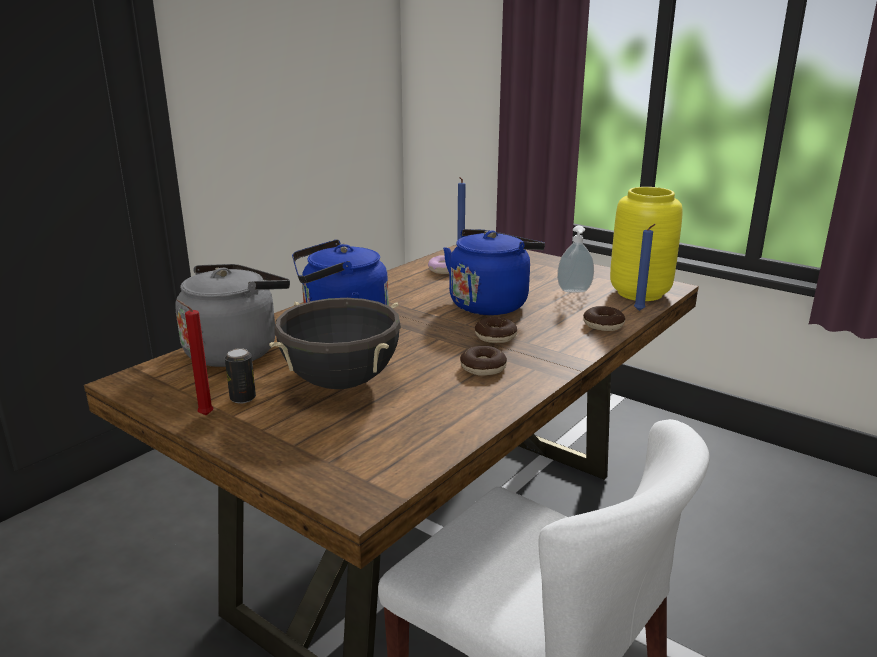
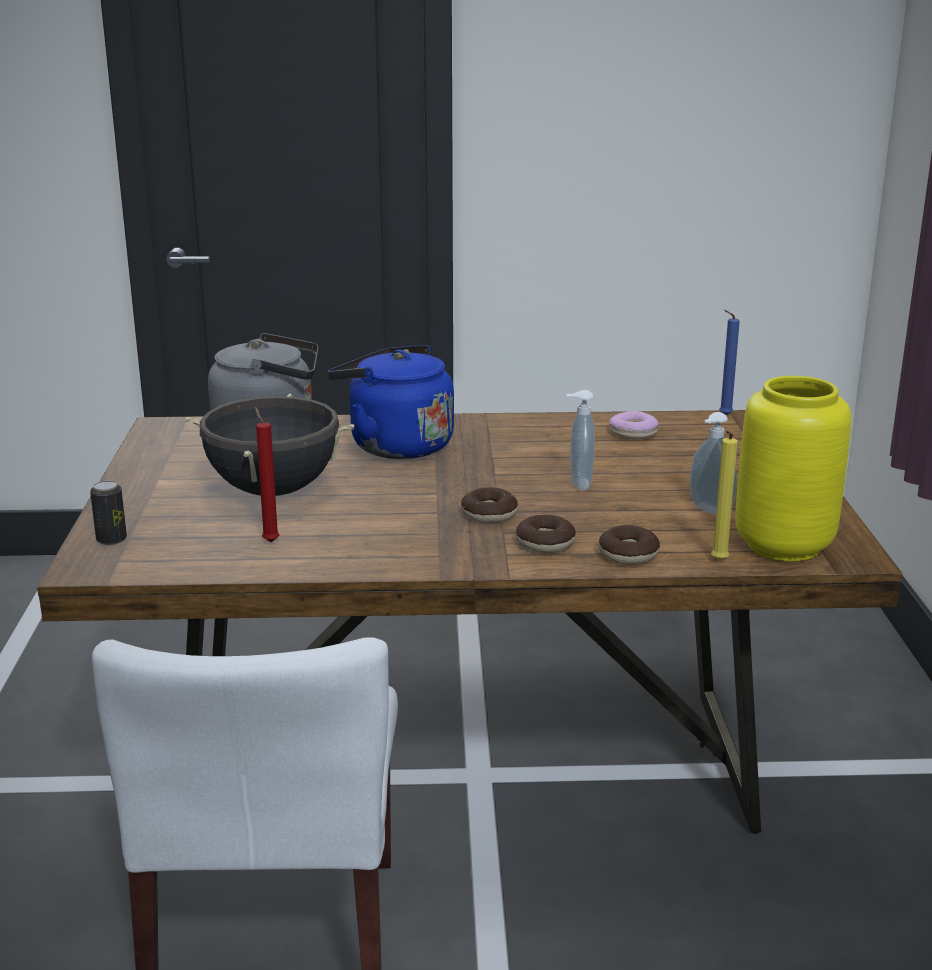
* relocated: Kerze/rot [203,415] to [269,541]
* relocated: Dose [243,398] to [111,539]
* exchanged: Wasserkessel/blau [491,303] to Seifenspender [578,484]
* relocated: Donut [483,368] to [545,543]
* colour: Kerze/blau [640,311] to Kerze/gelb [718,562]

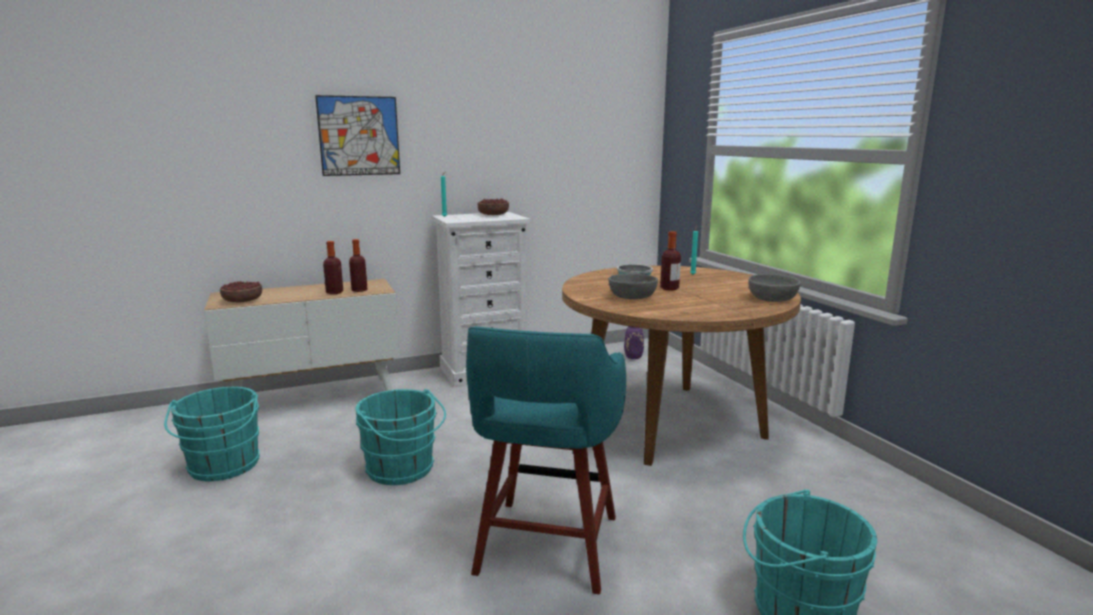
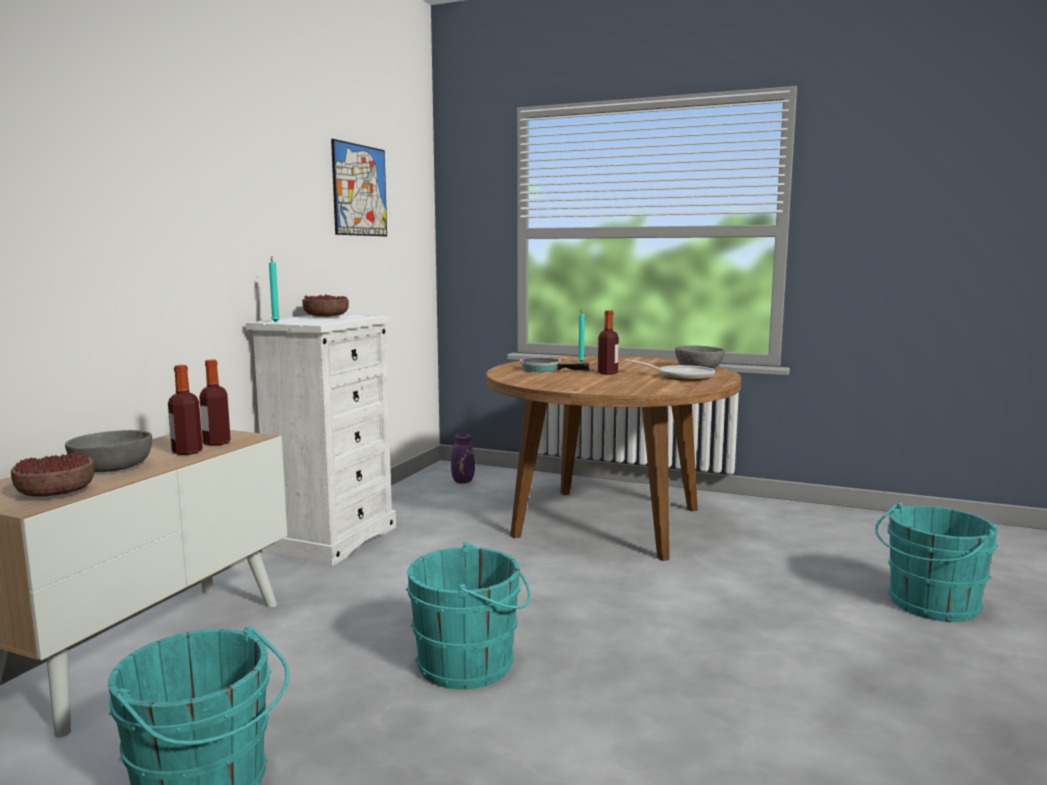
* relocated: Bild [359,136] to [360,190]
* missing: Hocker/türkis [546,547]
* relocated: Schüssel/grau [632,297] to [111,467]
* appeared: Pfanne [681,377]

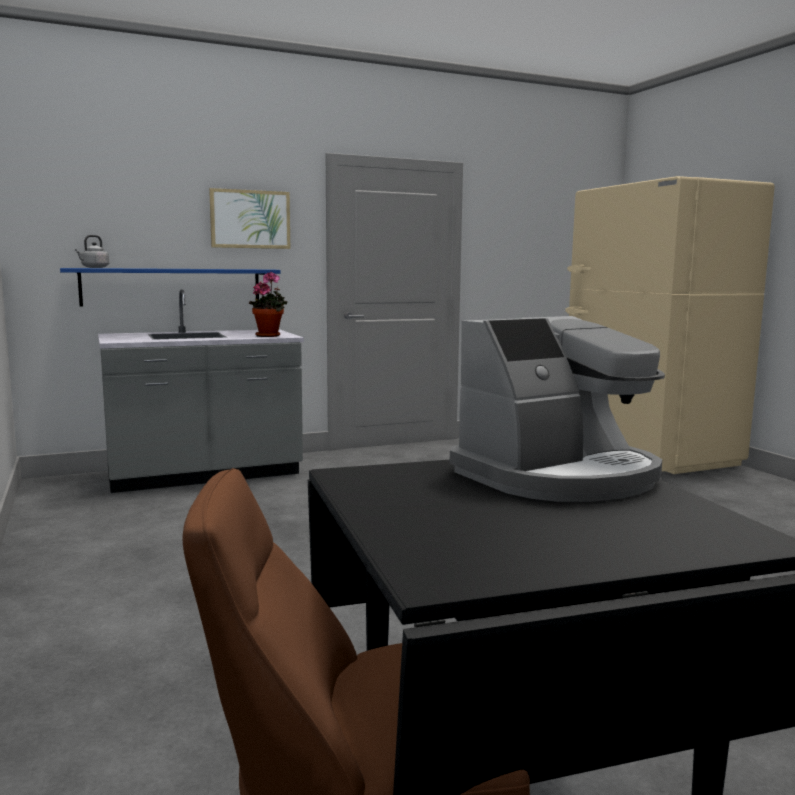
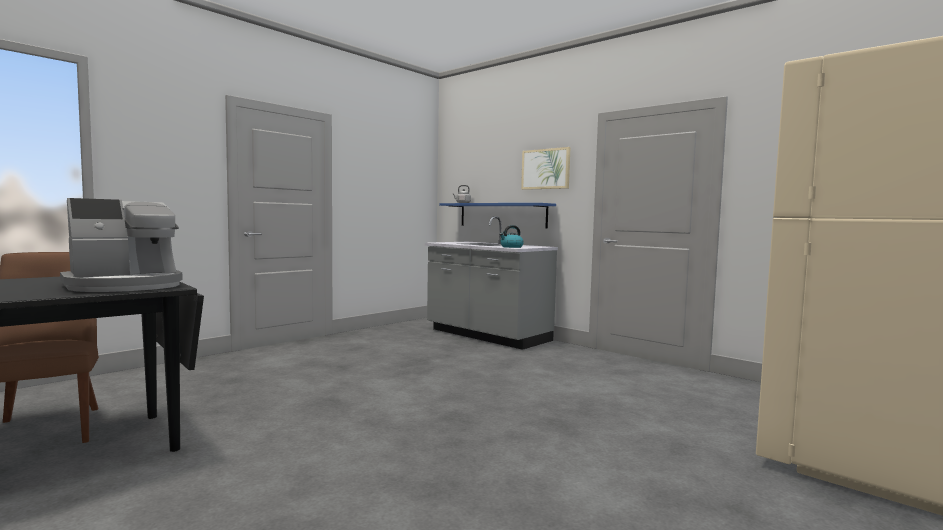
* exchanged: Topfpflanze [270,335] to Wasserkessel [511,247]
* spun: Kaffeemaschine [558,476] = [126,286] 75 degrees counterclockwise

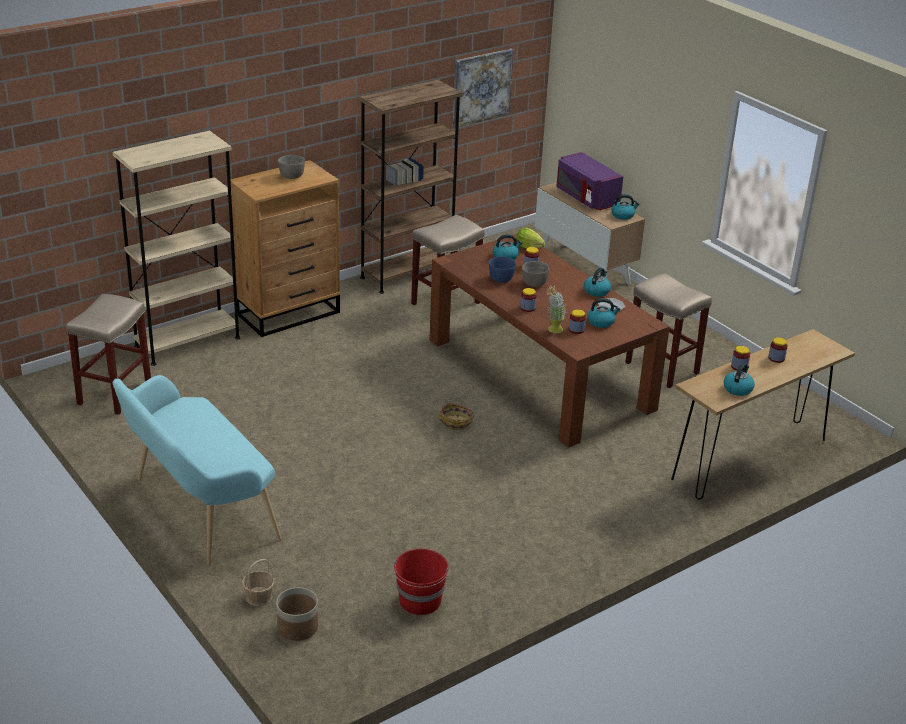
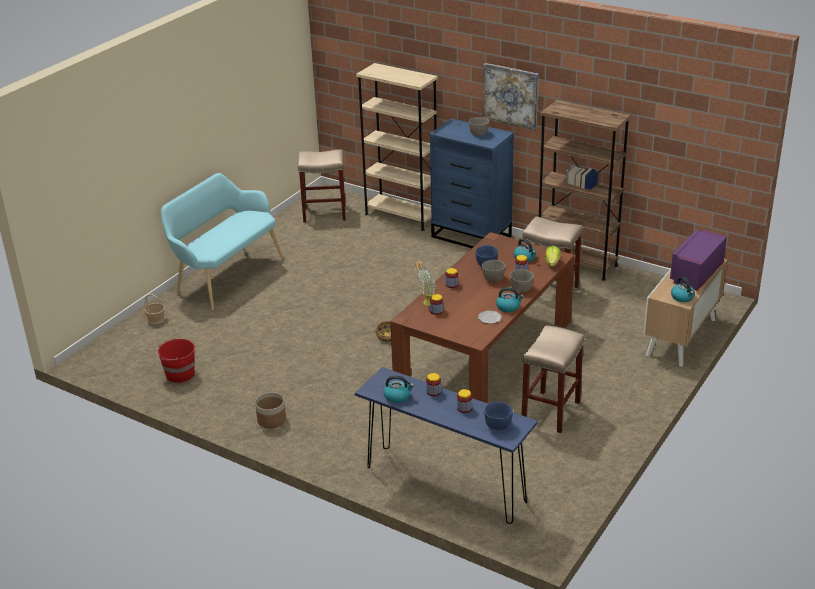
* colour: Kommode/braun [289,313] to Kommode/blau [472,237]
* relocated: Pflanzkübel [297,628] to [271,420]
* relocated: Bild [481,87] to [511,96]
* missing: Wasserkessel [601,322]
* colour: Konsolentisch/braun [750,459] to Konsolentisch/blau [445,485]
* appeared: Schüssel/blau [498,425]
* appeared: Schüssel/grau [521,289]

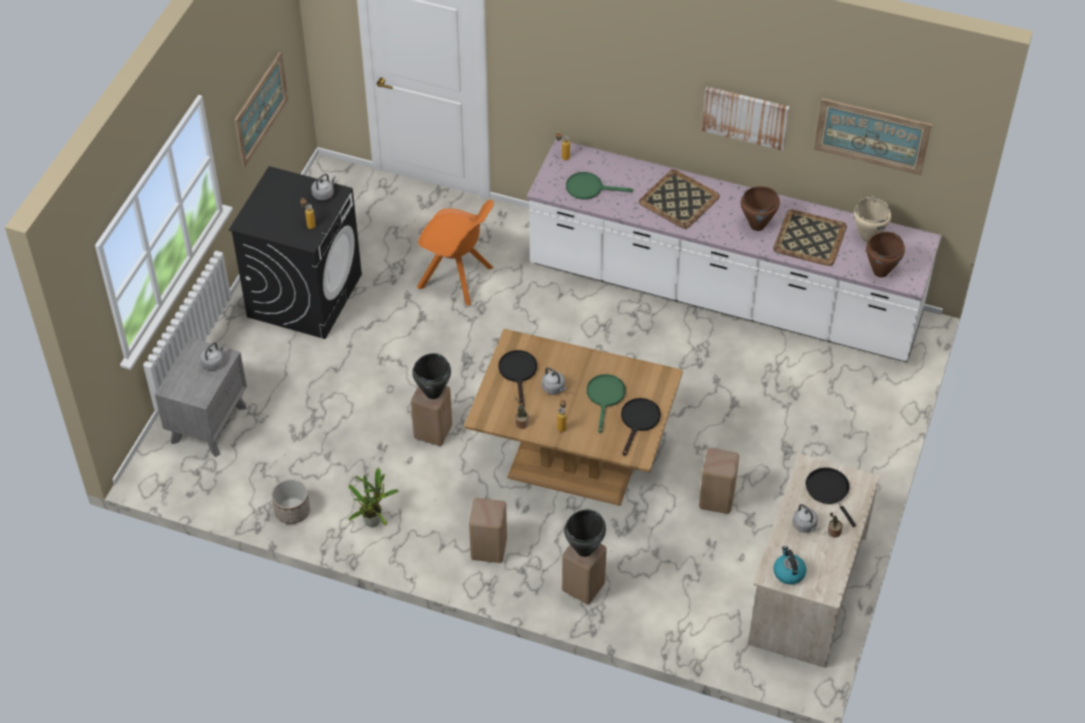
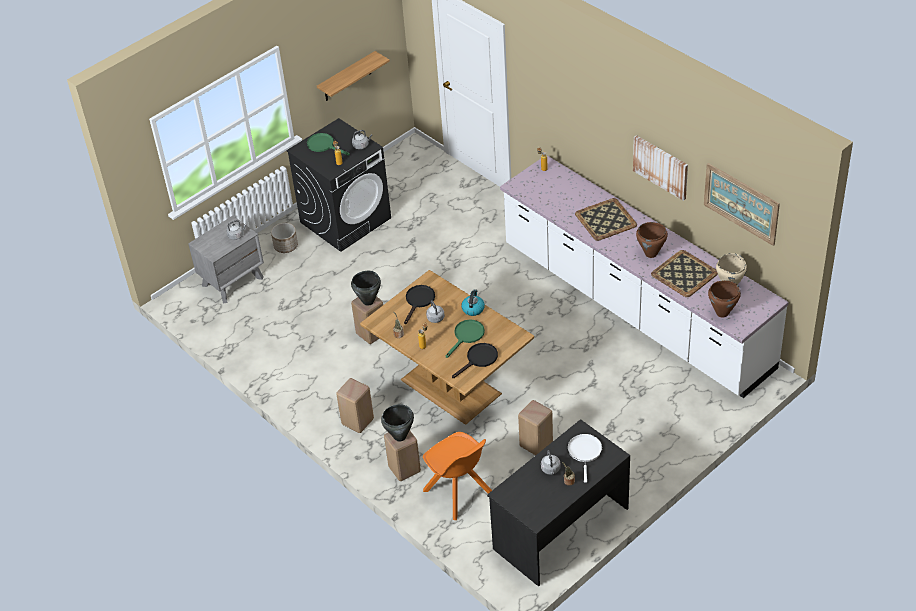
* exchanged: Bild [260,109] to Wandregal [347,77]
* relocated: Pflanzkübel [292,511] to [286,246]
* missing: Topfpflanze [374,520]
* relocated: Stuhl/orange [457,278] to [459,493]
* relocated: Pfanne/grün [589,188] to [324,145]
* colour: Schreibtisch/beige [806,589] to Schreibtisch/schwarz [560,528]
* relocated: Wasserkessel [788,572] to [473,309]
* colour: Pfanne/schwarz [829,491] to Pfanne/weiß [585,452]

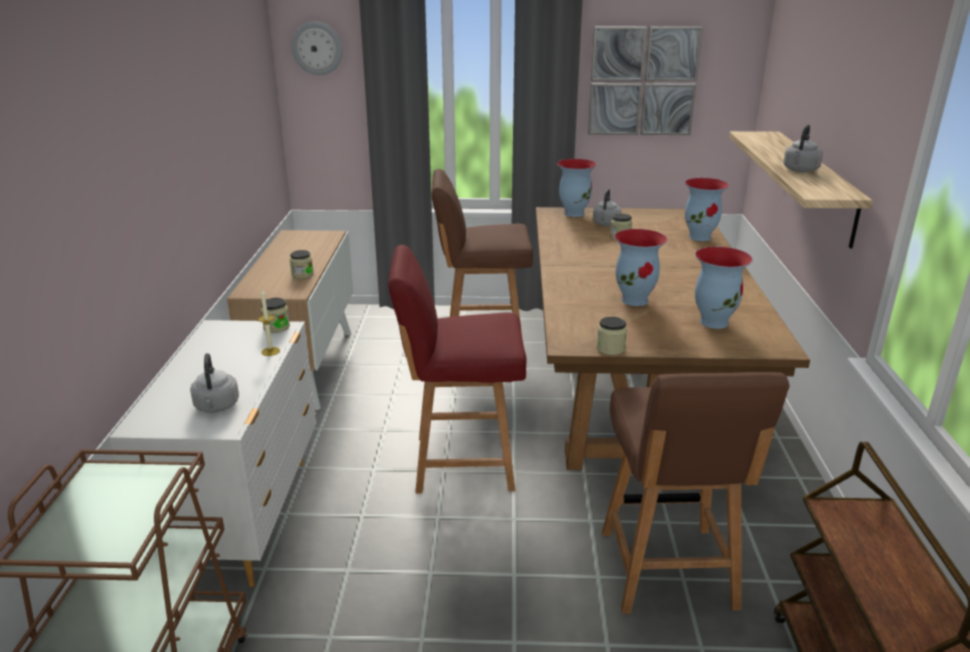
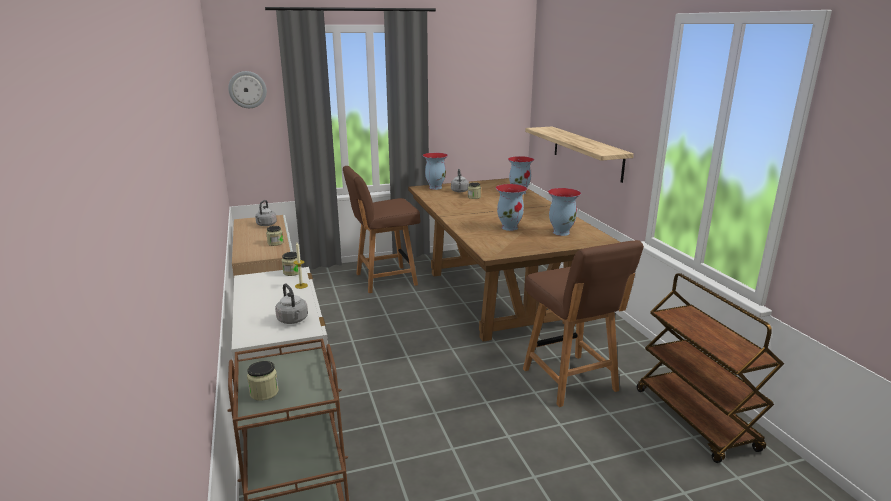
* missing: Stuhl/rot [461,462]
* missing: Bild [643,81]
* relocated: Vorratsglas [610,348] to [264,392]
* relocated: Wasserkessel/grau [800,170] to [266,225]

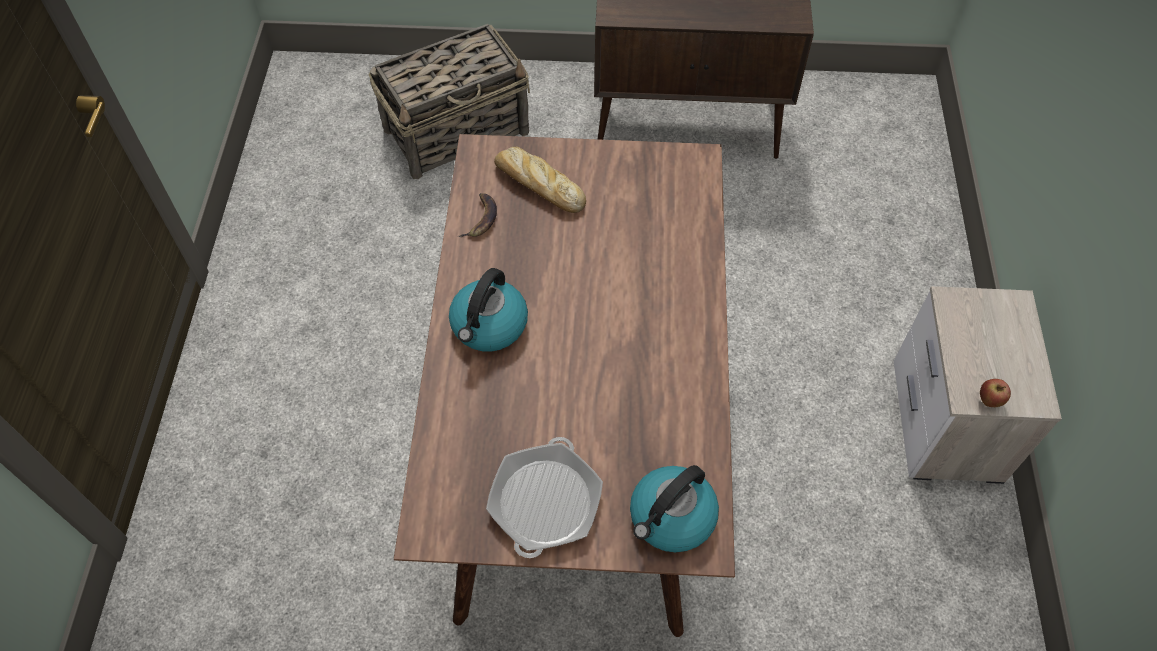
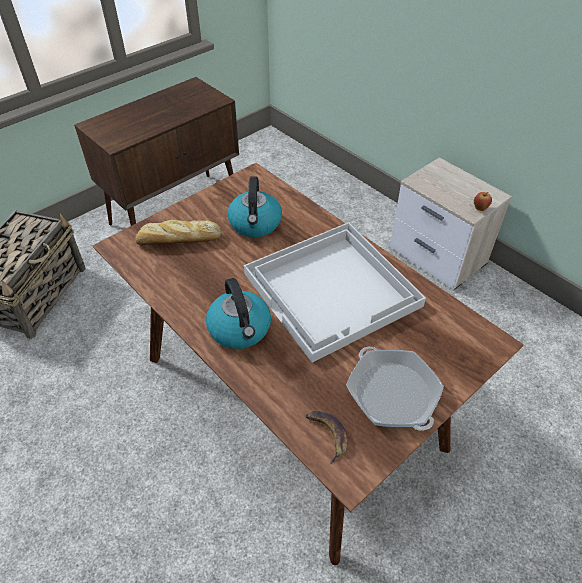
* relocated: Banane [481,218] to [327,434]
* relocated: Wasserkessel [671,518] to [255,224]
* appeared: Tablett/weiß [333,290]

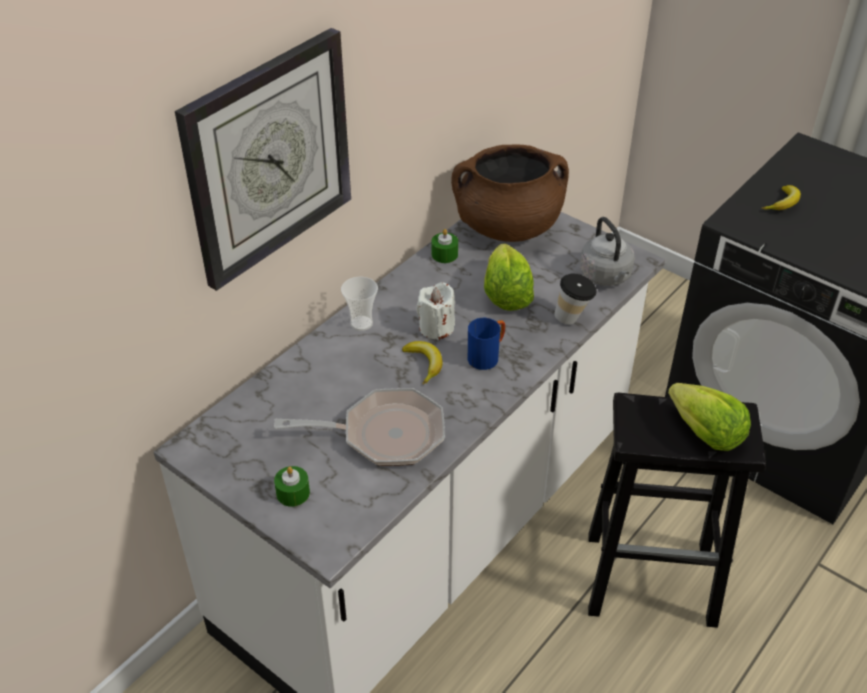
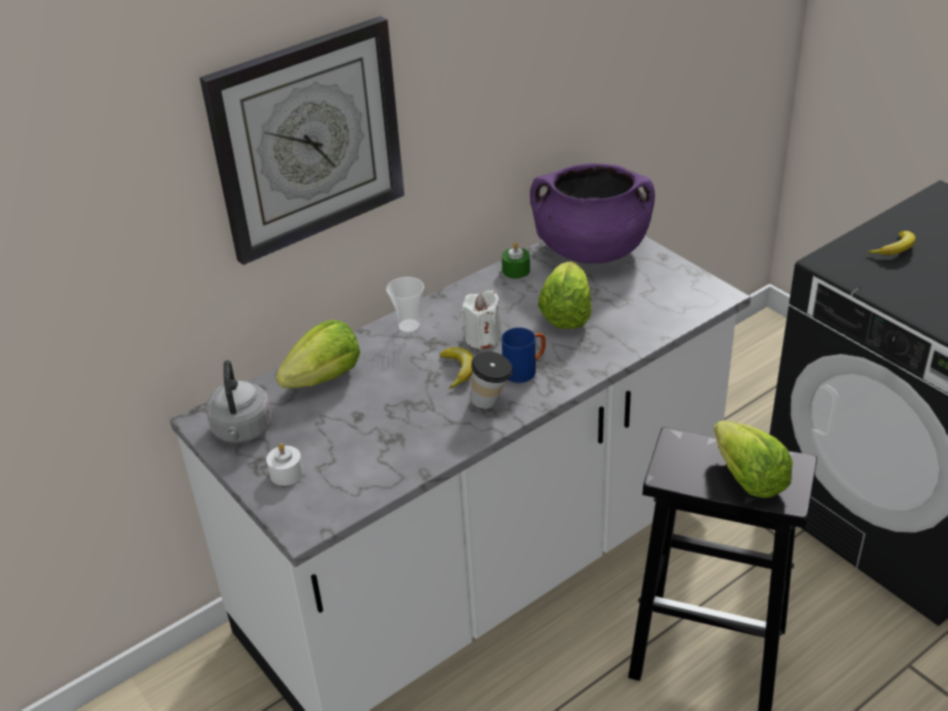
* missing: Pfanne [384,435]
* colour: Kerze/grün [293,493] to Kerze/weiß [286,473]
* colour: Kochtopf/braun [507,227] to Kochtopf/lila [591,250]
* relocated: Tasse [573,318] to [492,402]
* relocated: Wasserkessel/grau [606,277] to [242,431]
* appeared: Salatkopf [324,378]

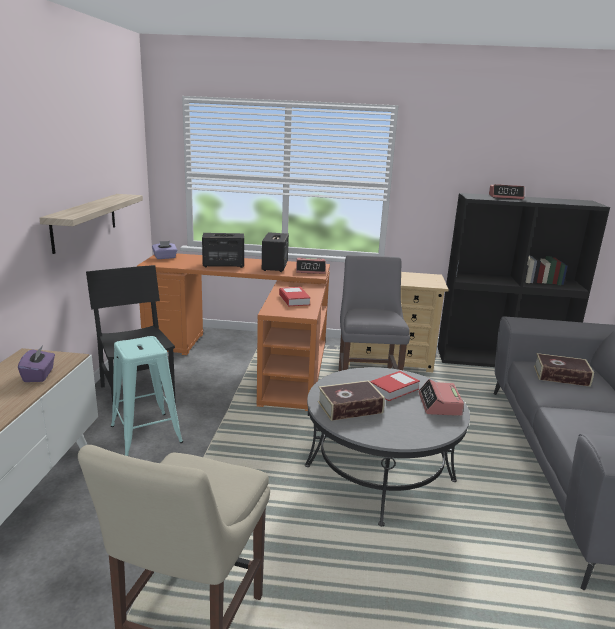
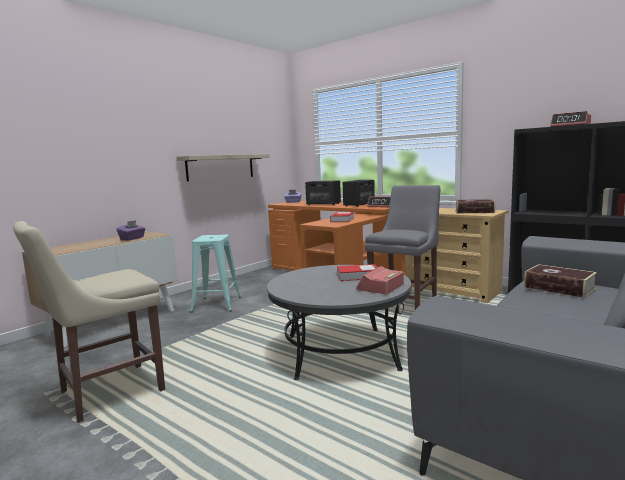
* missing: Stuhl/schwarz [137,394]
* relocated: Buch [350,407] to [474,211]

